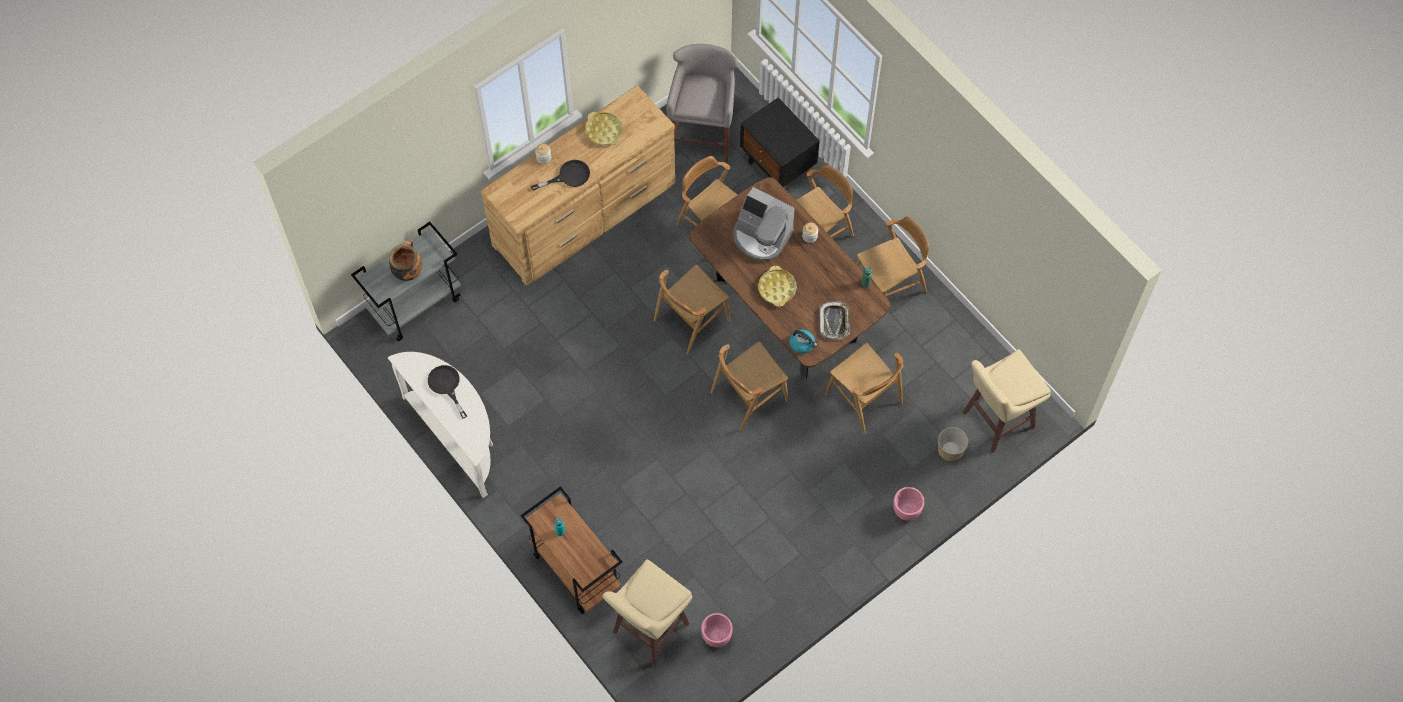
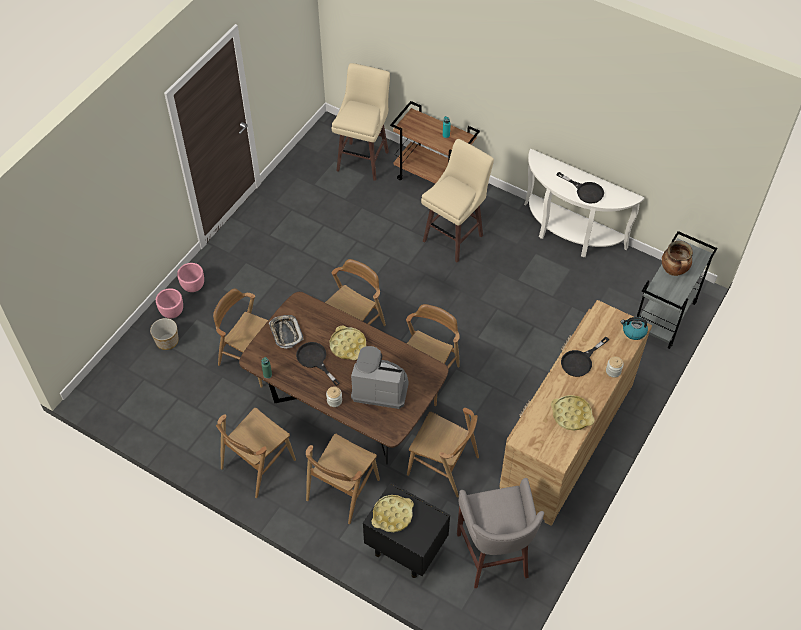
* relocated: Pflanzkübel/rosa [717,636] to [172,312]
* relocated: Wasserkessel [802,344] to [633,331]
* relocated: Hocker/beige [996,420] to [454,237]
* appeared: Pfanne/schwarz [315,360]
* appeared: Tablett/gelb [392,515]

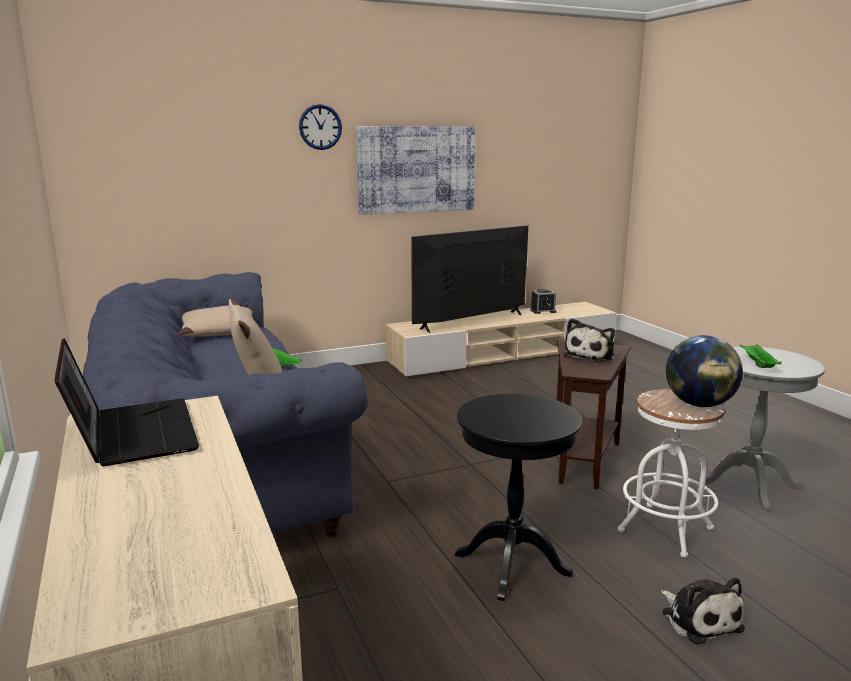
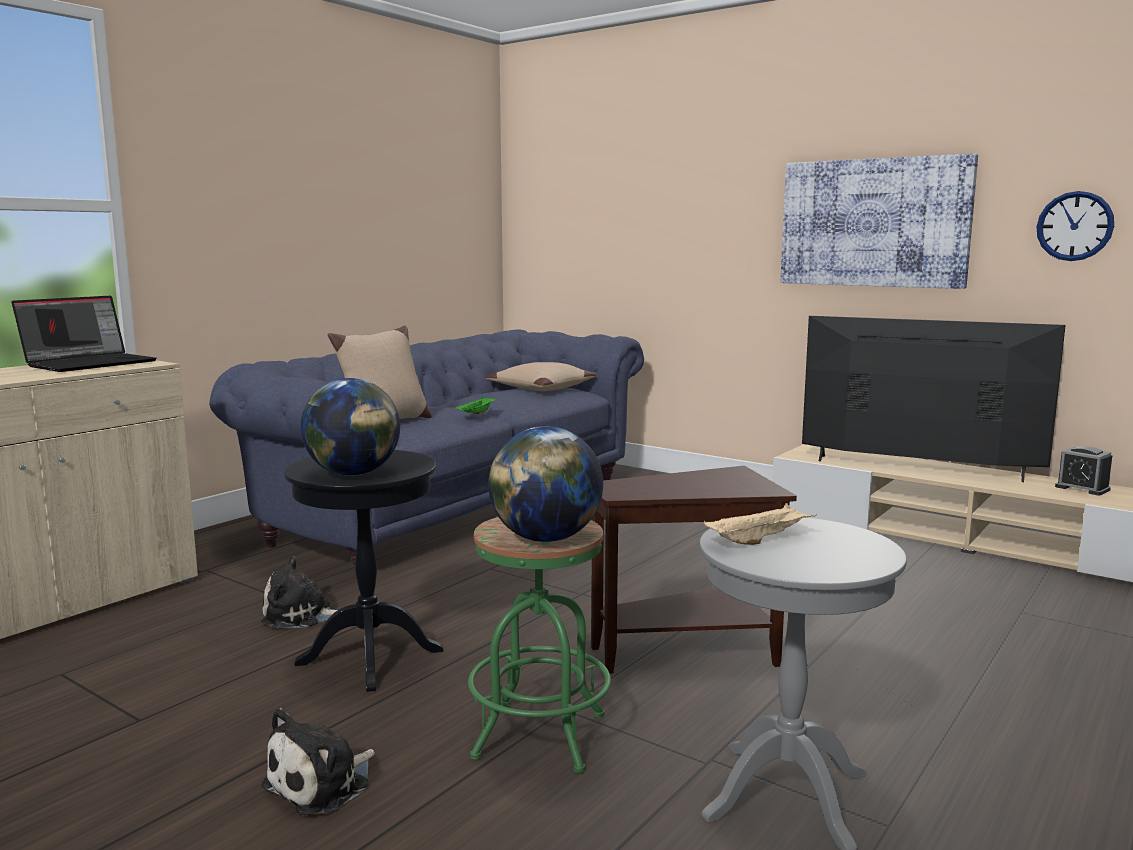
* relocated: Wanduhr [320,127] to [1074,226]
* relocated: Plüschtier [590,355] to [301,615]
* colour: Hocker/weiß [665,529] to Hocker/grün [540,736]
* colour: Tablett/grün [757,364] to Tablett/beige [759,540]
* appeared: Globus [353,474]

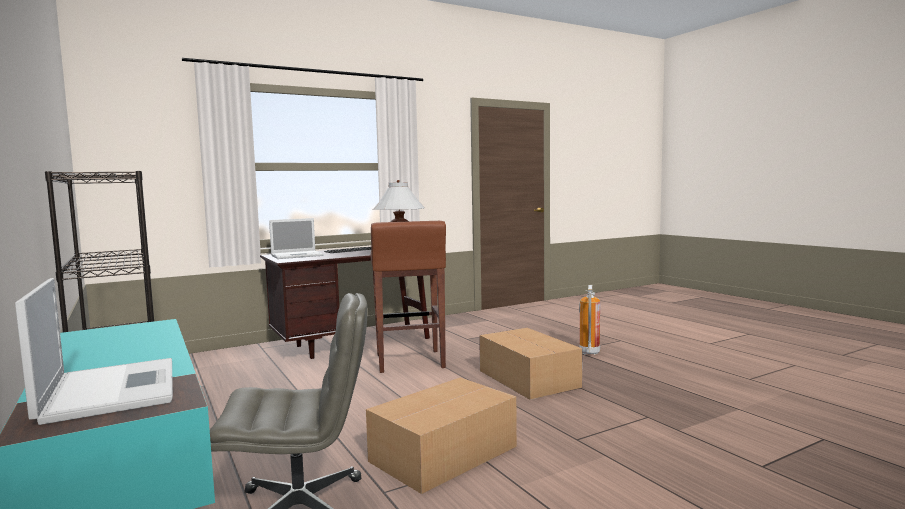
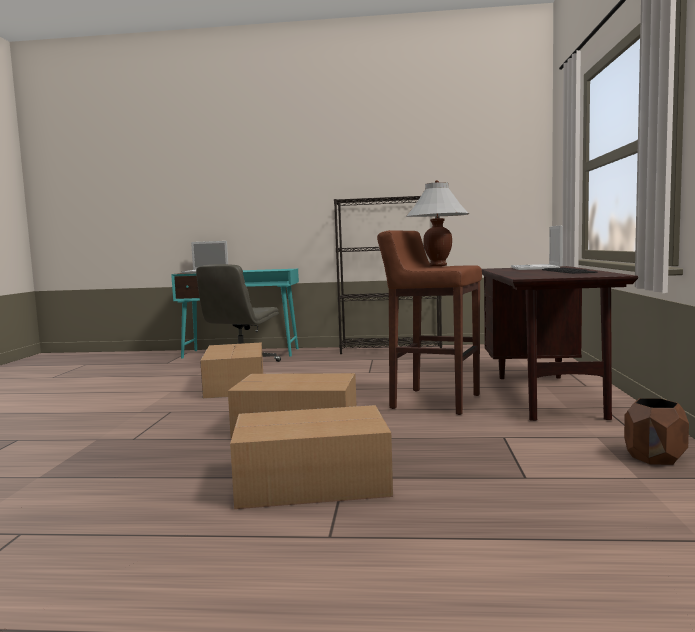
* exchanged: Feuerlöscher [589,353] to Karton [314,482]
* appeared: Pflanzkübel/braun [655,458]

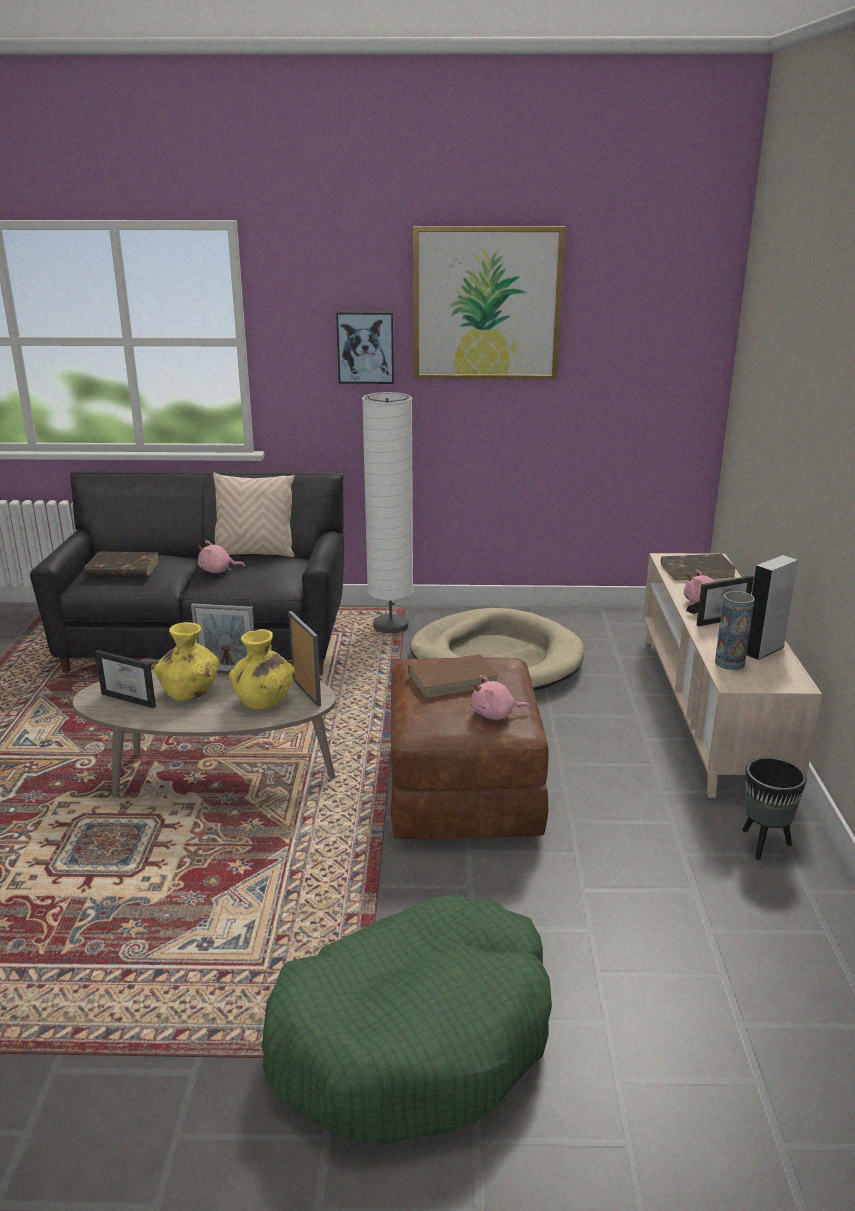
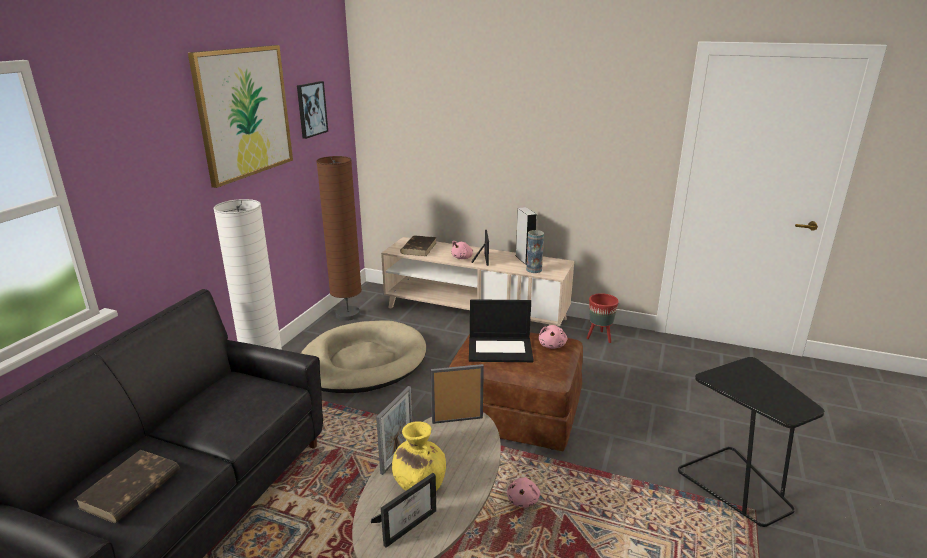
* relocated: Plüschtier/rosa [218,571] to [523,499]
* missing: Kissen/beige [255,553]
* missing: Vase/gelb [263,700]
* exchanged: Hundebett/grün [414,1037] to Beistelltisch/schwarz [736,485]
* relocated: Bild [365,347] to [311,109]
* exchanged: Buch/braun [453,680] to Laptop [501,349]
* colour: Pflanzkübel/schwarz [764,845] to Pflanzkübel/rot [600,337]
* appeared: Stehlampe/braun [347,315]

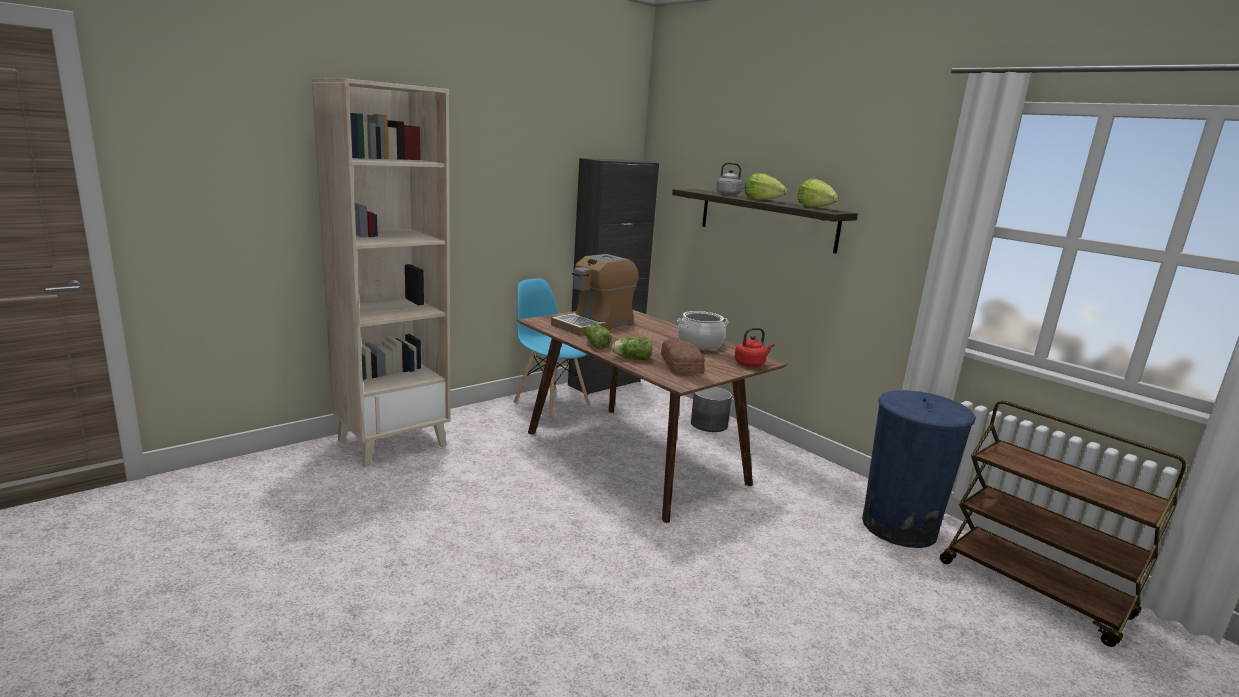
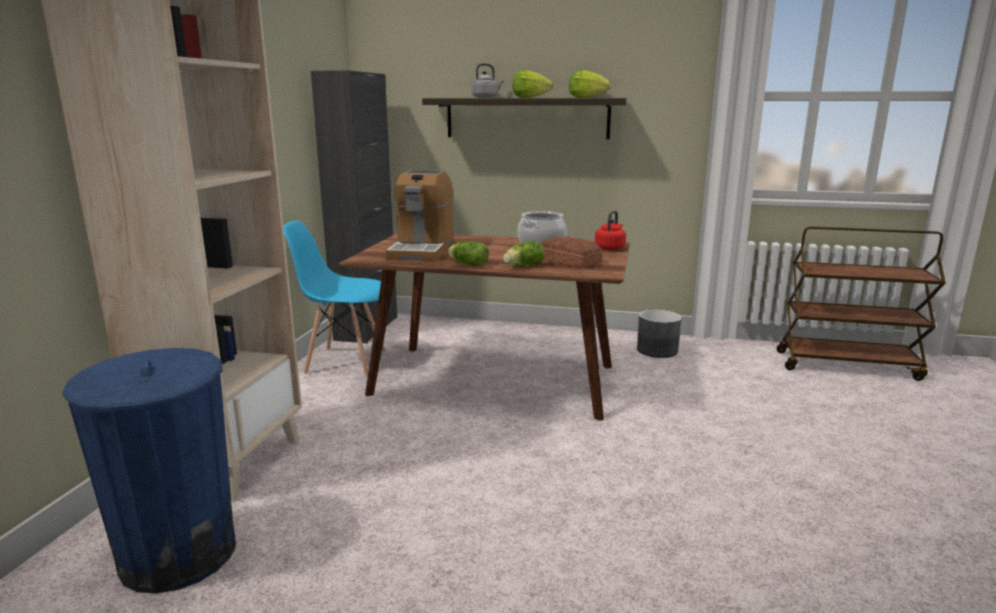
* relocated: Pflanzkübel/grau [709,424] to [657,350]
* relocated: Mülleimer/blau [899,527] to [178,554]

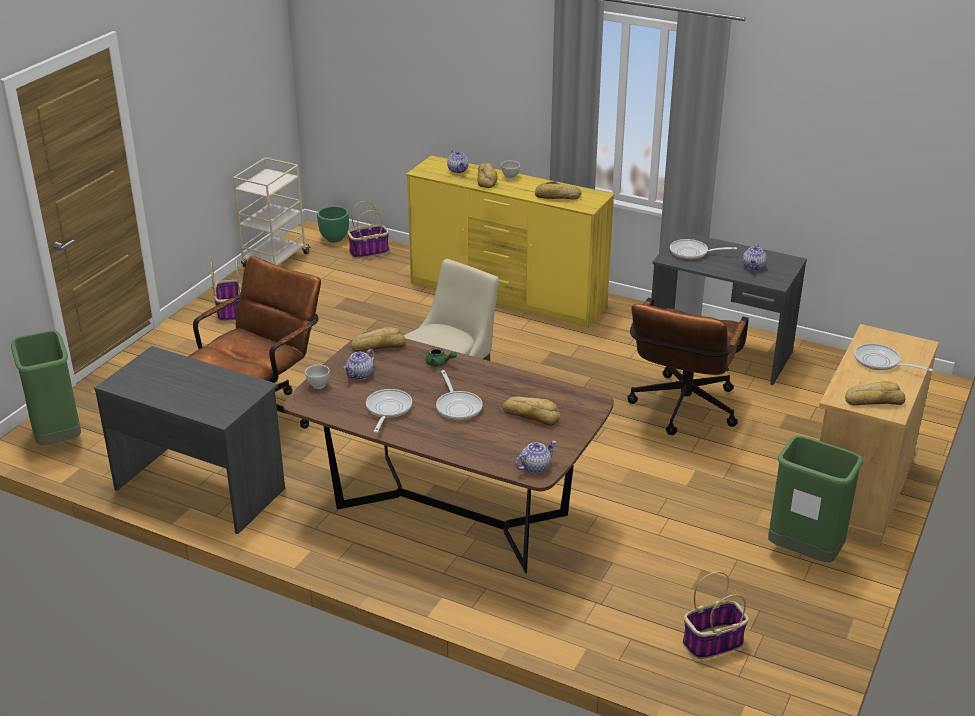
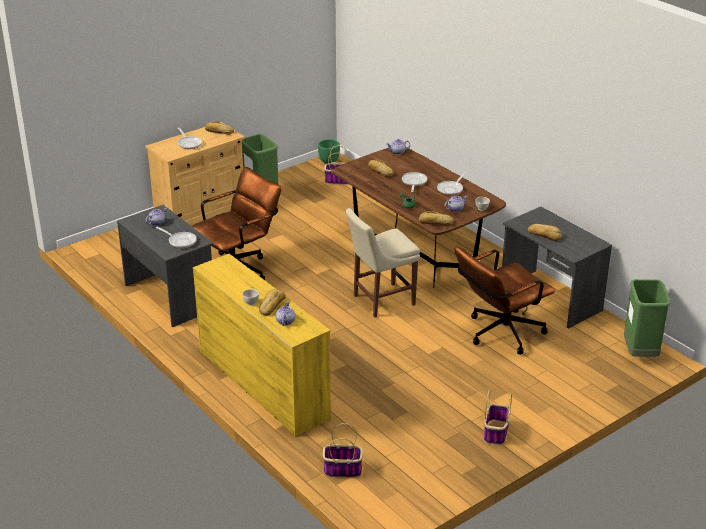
* missing: Rollwagen/beige [275,261]
* relocated: Pflanzkübel/grün [334,239] to [329,162]
* relocated: Brot [557,196] to [544,235]

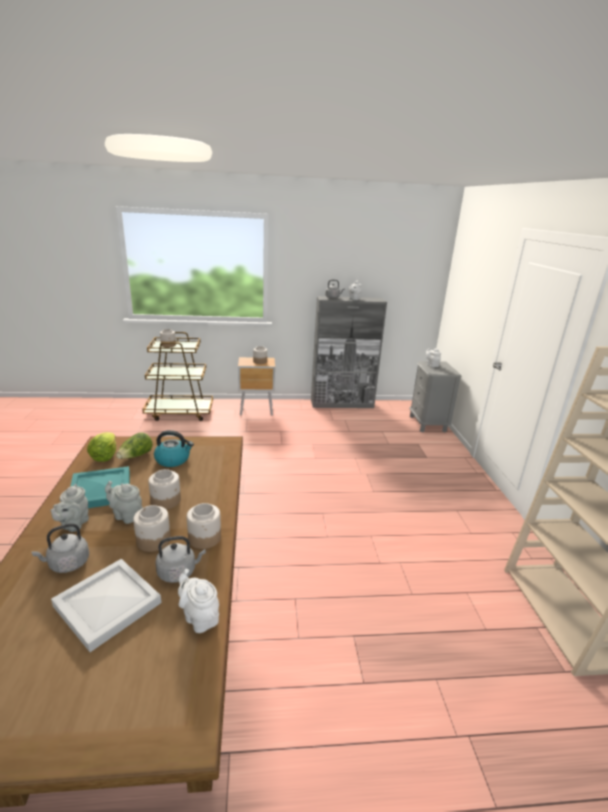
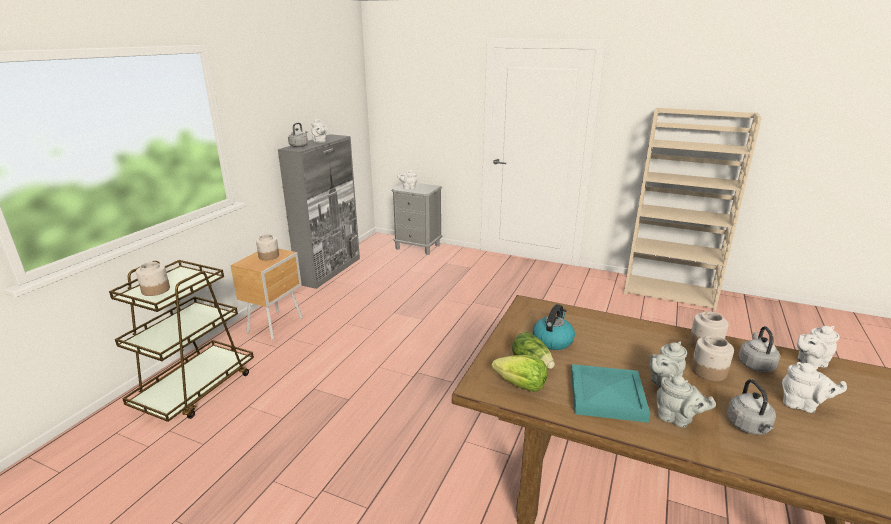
* exchanged: Tablett/weiß [108,603] to Teekanne/weiß [802,405]
* missing: Vorratsglas [166,501]

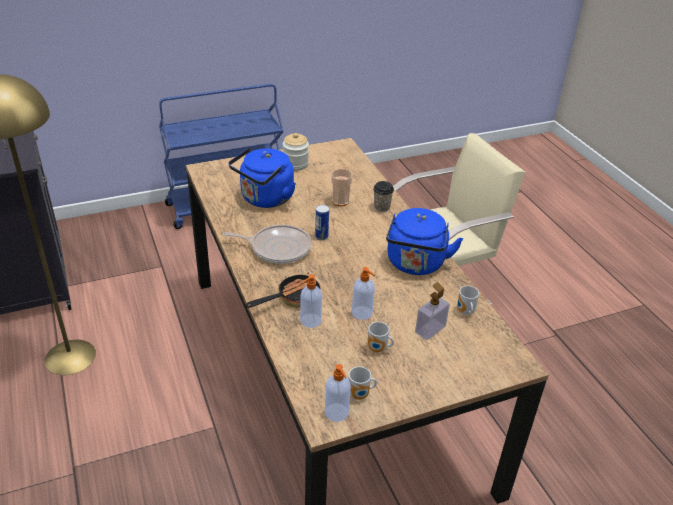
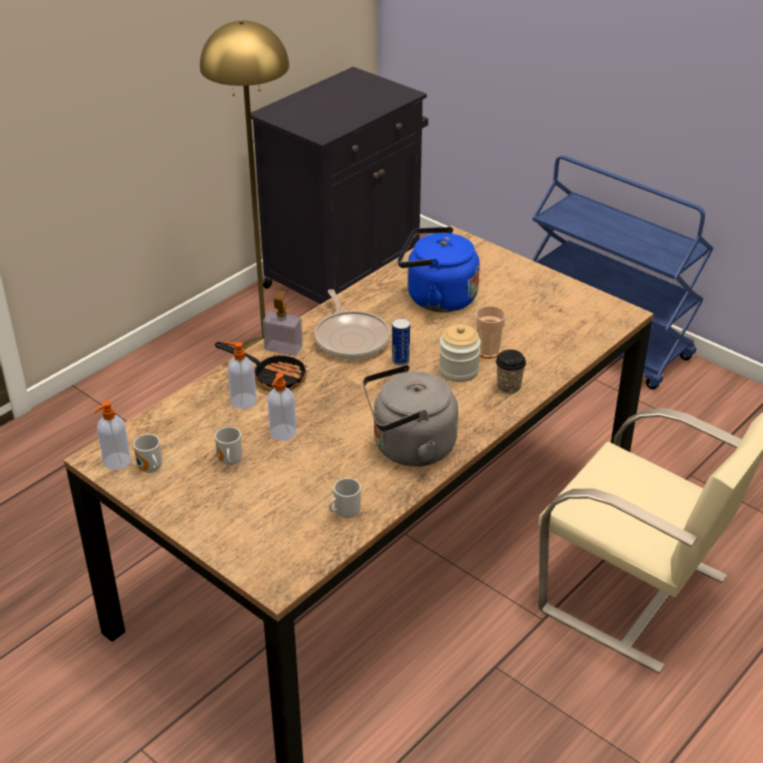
* relocated: Vorratsglas [295,164] to [458,370]
* colour: Wasserkessel/blau [415,264] to Wasserkessel/grau [409,448]
* relocated: Seifenspender [430,329] to [283,348]

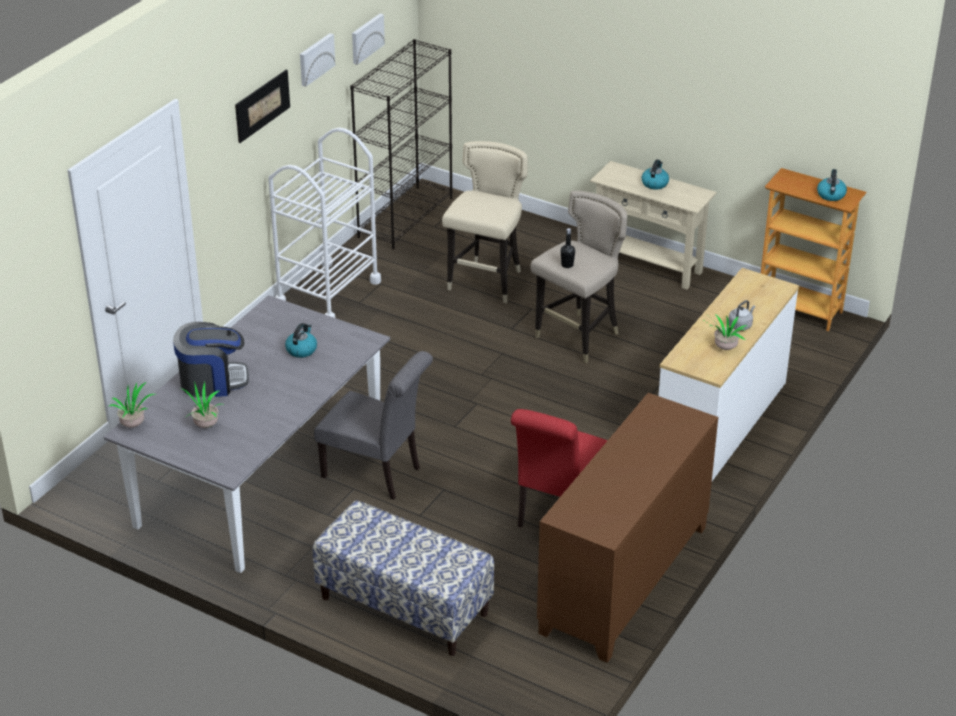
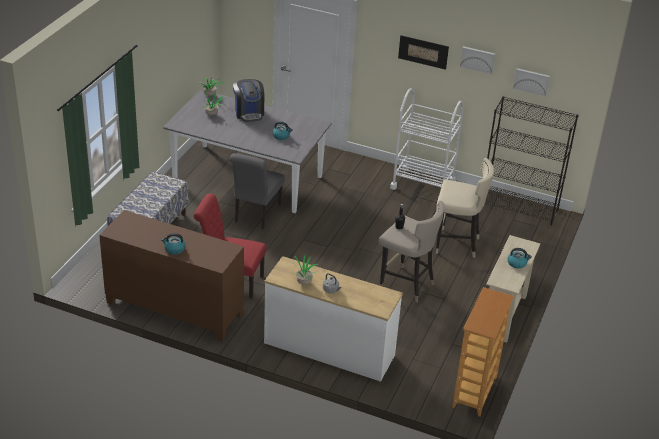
* relocated: Wasserkessel [831,195] to [174,249]

